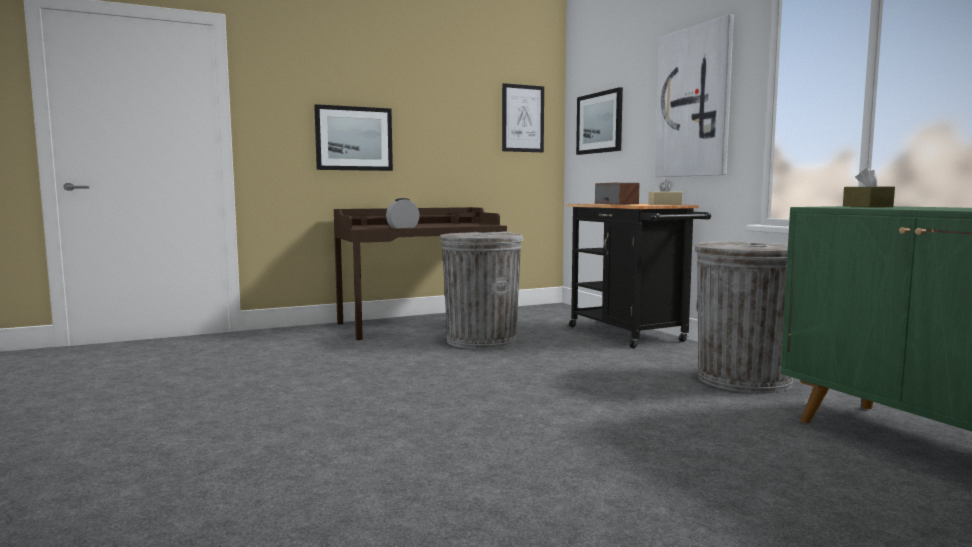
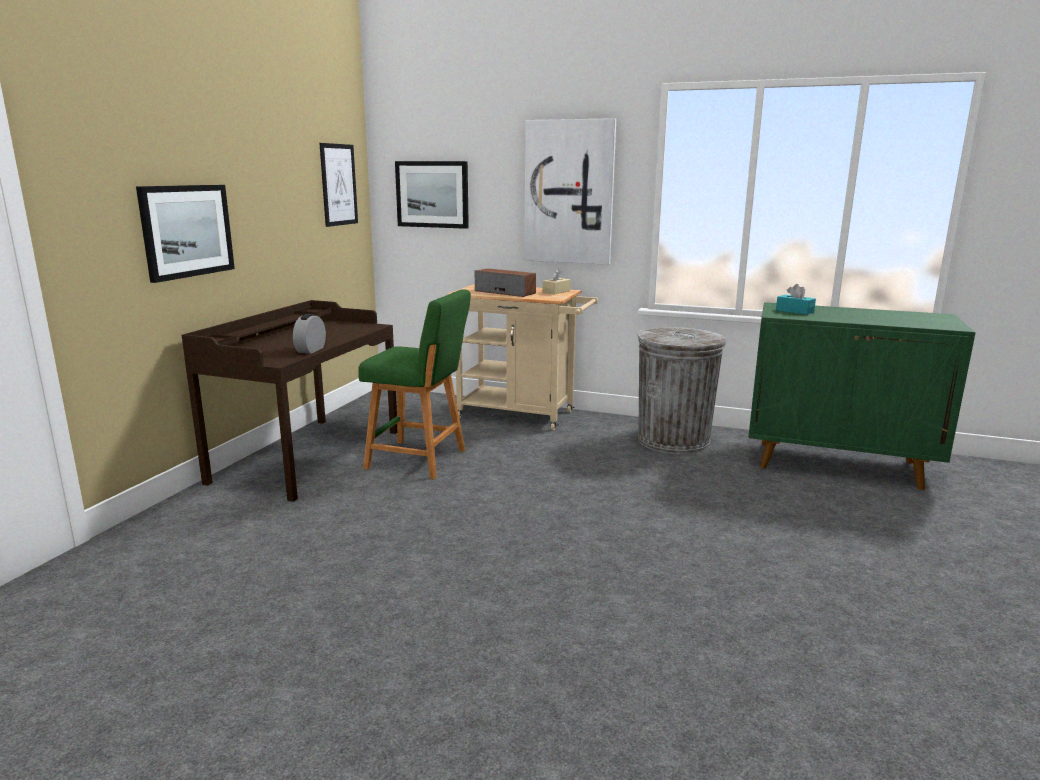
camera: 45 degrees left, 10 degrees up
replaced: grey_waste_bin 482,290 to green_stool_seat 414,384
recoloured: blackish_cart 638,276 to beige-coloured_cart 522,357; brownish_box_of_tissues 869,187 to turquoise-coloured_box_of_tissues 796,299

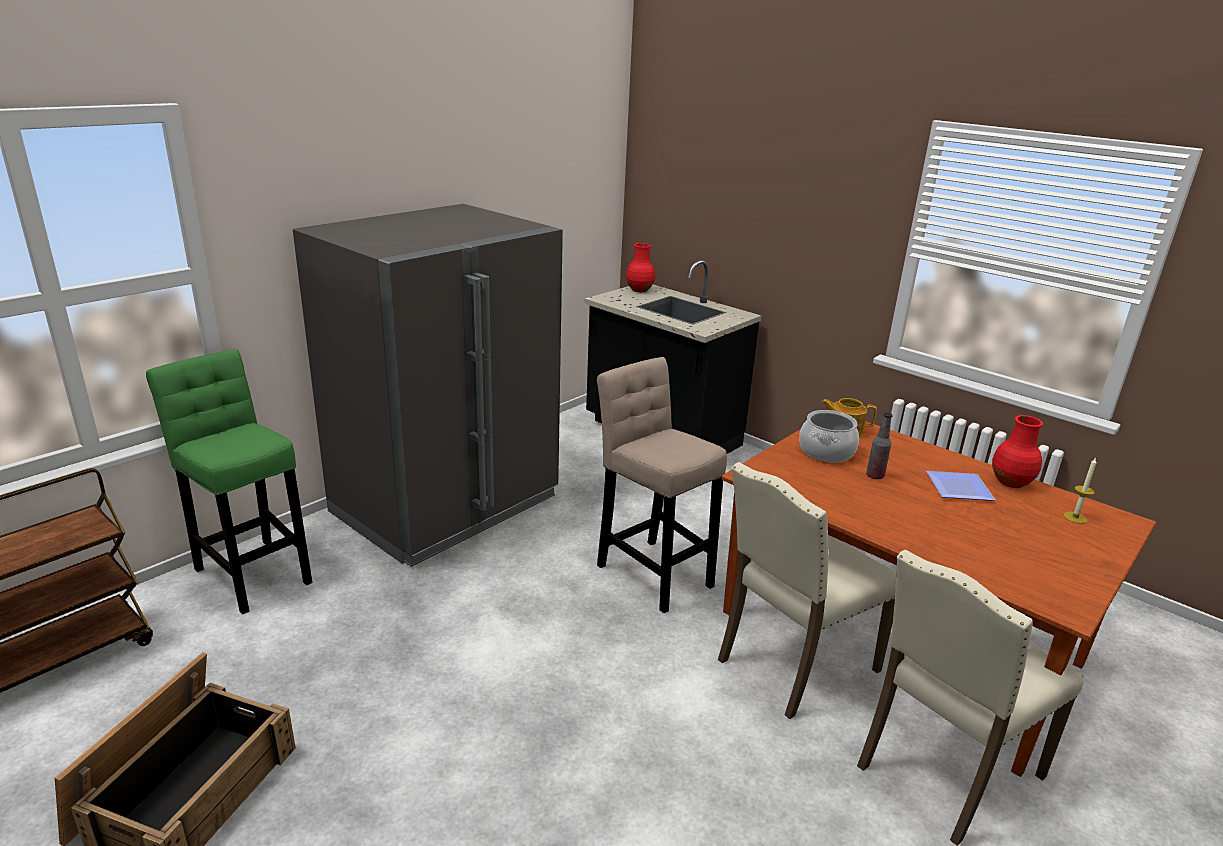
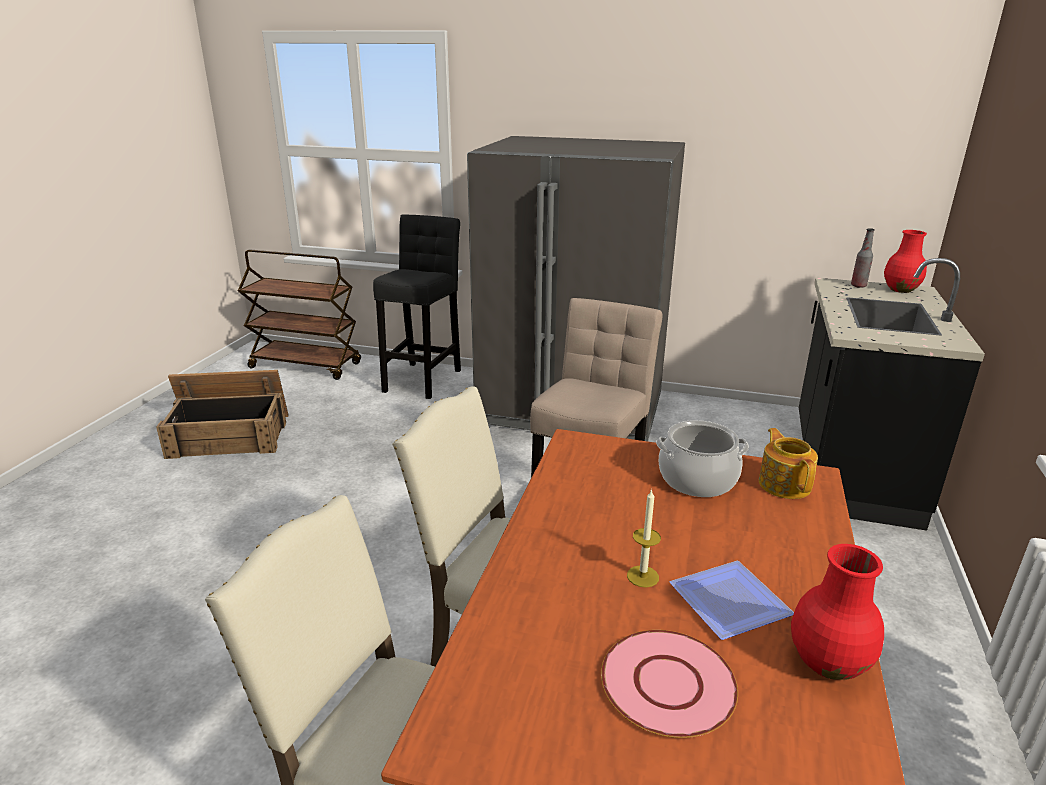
camera: 65 degrees right, 0 degrees up
added: pink-coloured_dinner_plate 669,684
moved: wax_candle 1080,491 to 644,538; bottle 879,445 to 863,258
recoloured: green_stool_seat 229,481 to blackish_stool_seat 417,307

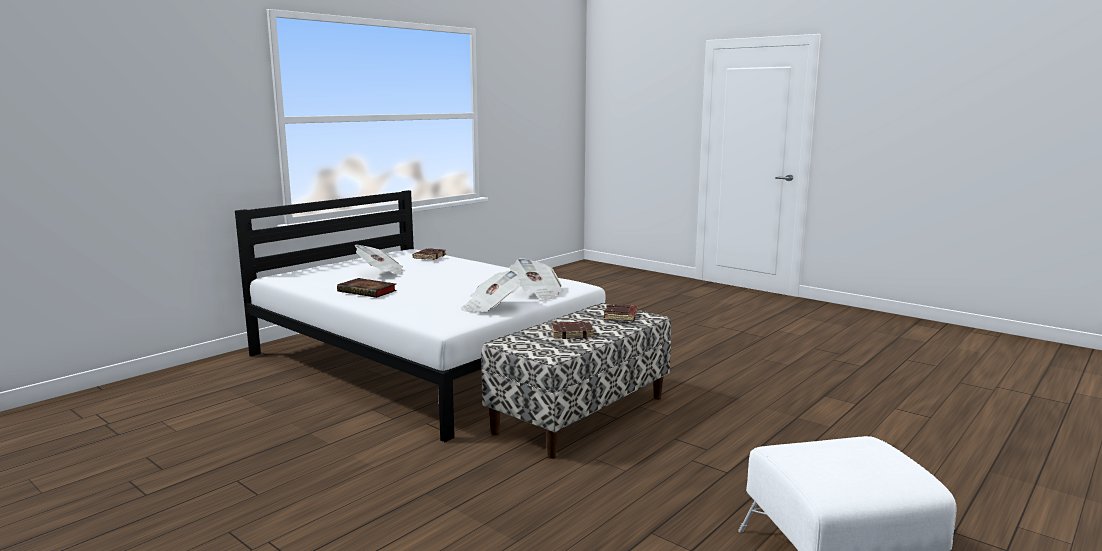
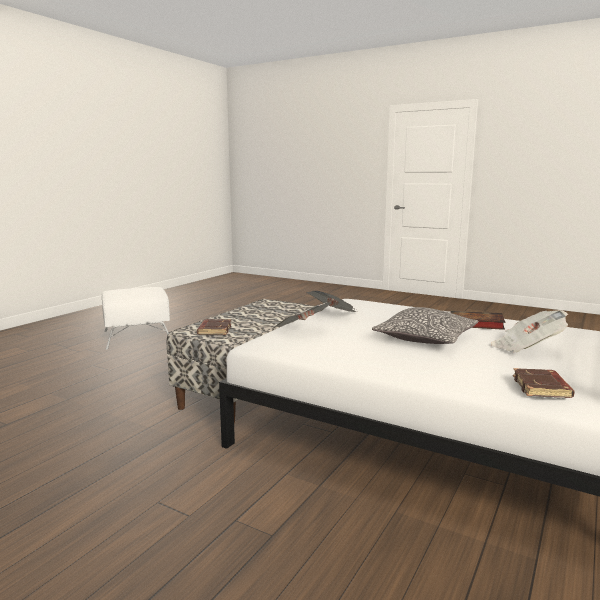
camera: 170 degrees right, 0 degrees up
removed: brownish_volume 572,330
added: throw_pillow 425,325

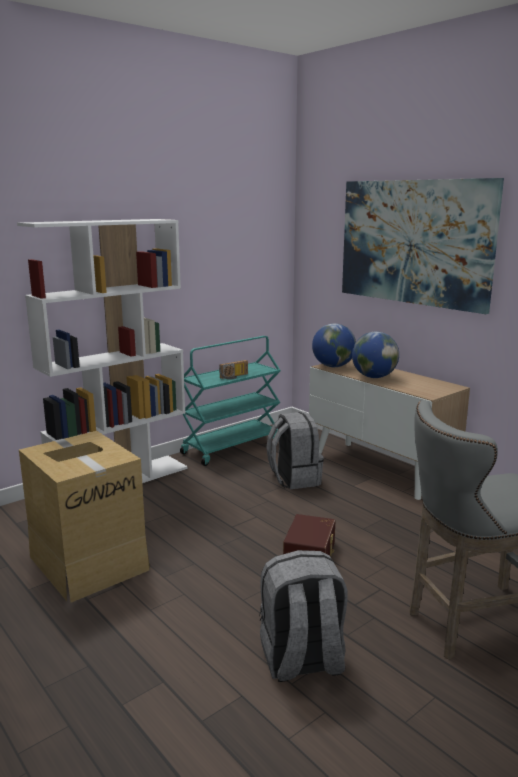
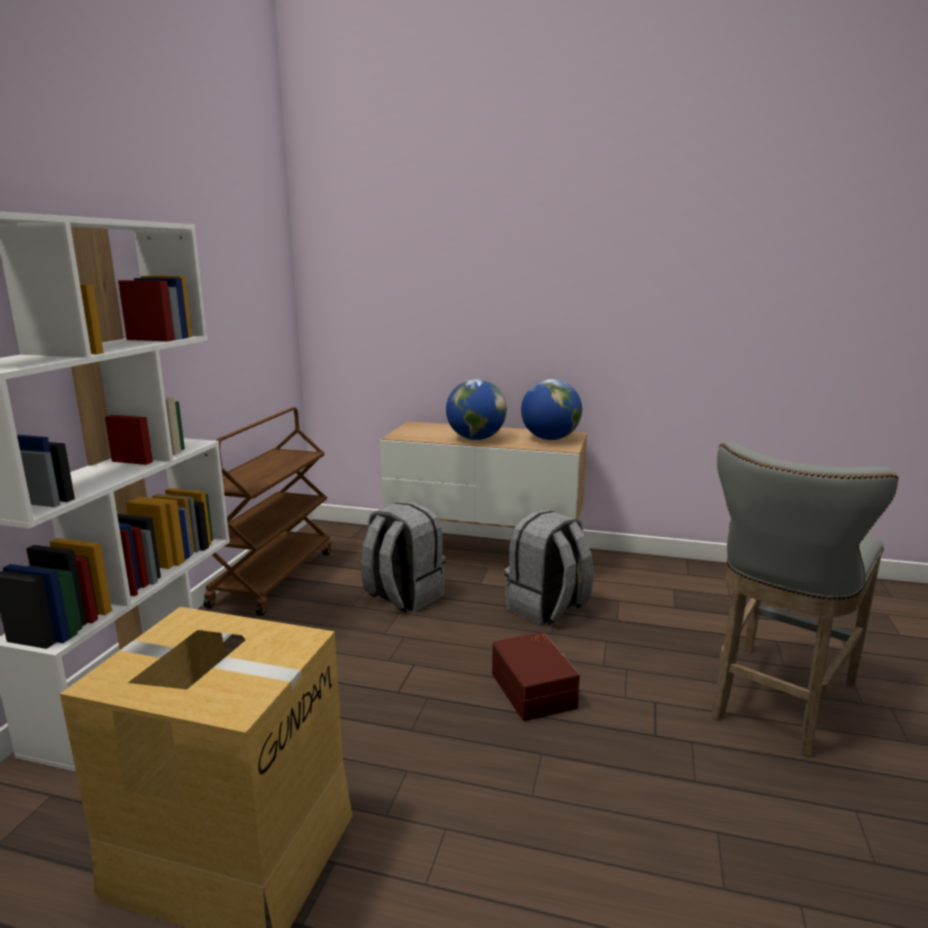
camera: 35 degrees left, 0 degrees up
removed: radio_receiver 233,369; picture 423,246
moved: grey_rucksack 303,616 to 549,567; globe 334,345 to 551,409
recoloured: turquoise-coloured_cart 230,401 to brownish_cart 267,511

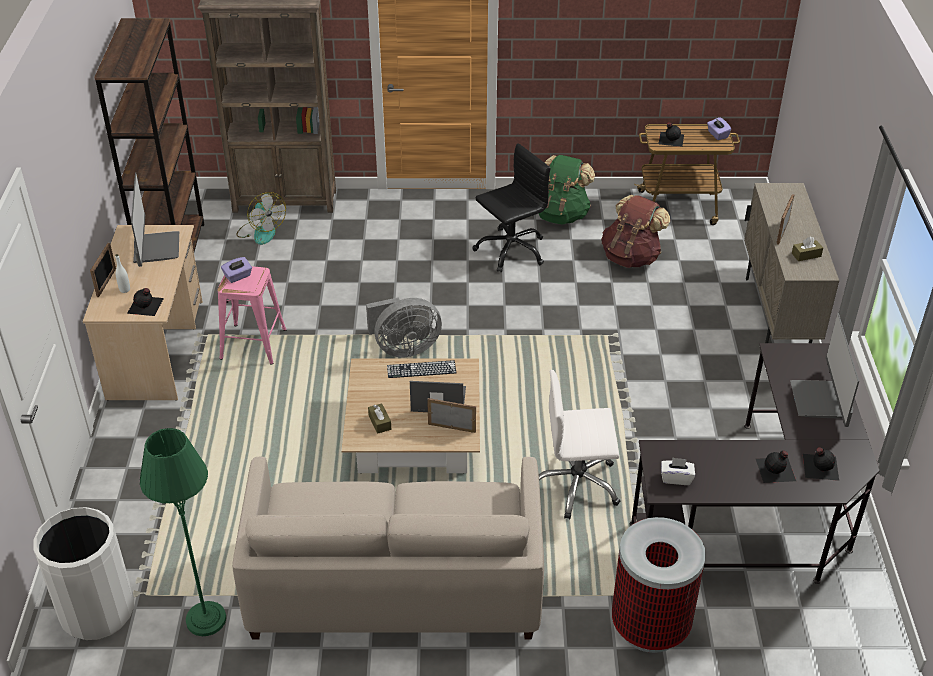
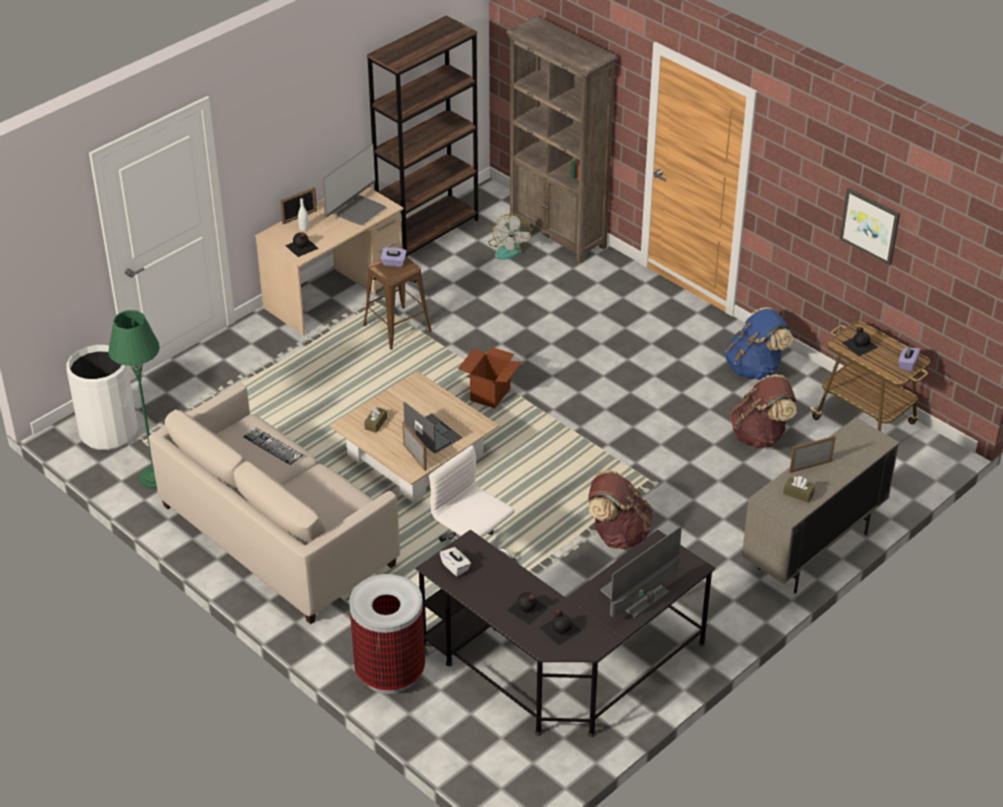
camera: 45 degrees right, 0 degrees up
removed: blackish_computer_chair 512,208
added: brownish_rucksack 620,510; picture 870,226
moved: computer_keyboard 421,369 to 273,446
replaced: grey_cooling_fan 404,327 to packing_box 490,377
recoloured: pink-coloured_stool_seat 251,315 to brownish_stool_seat 397,302; green_rucksack 566,190 to blue_rucksack 759,343

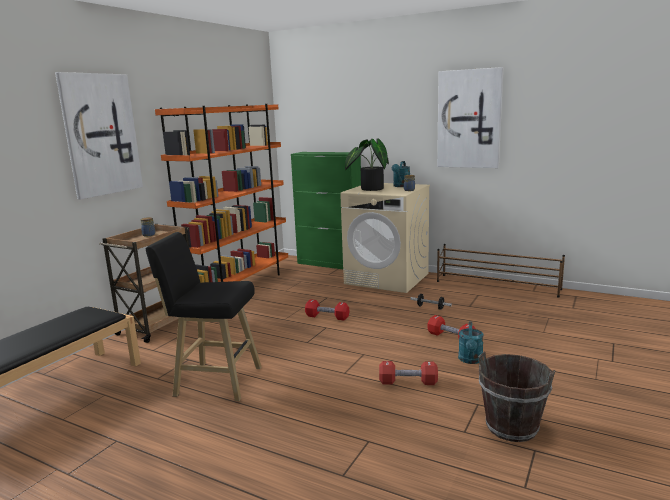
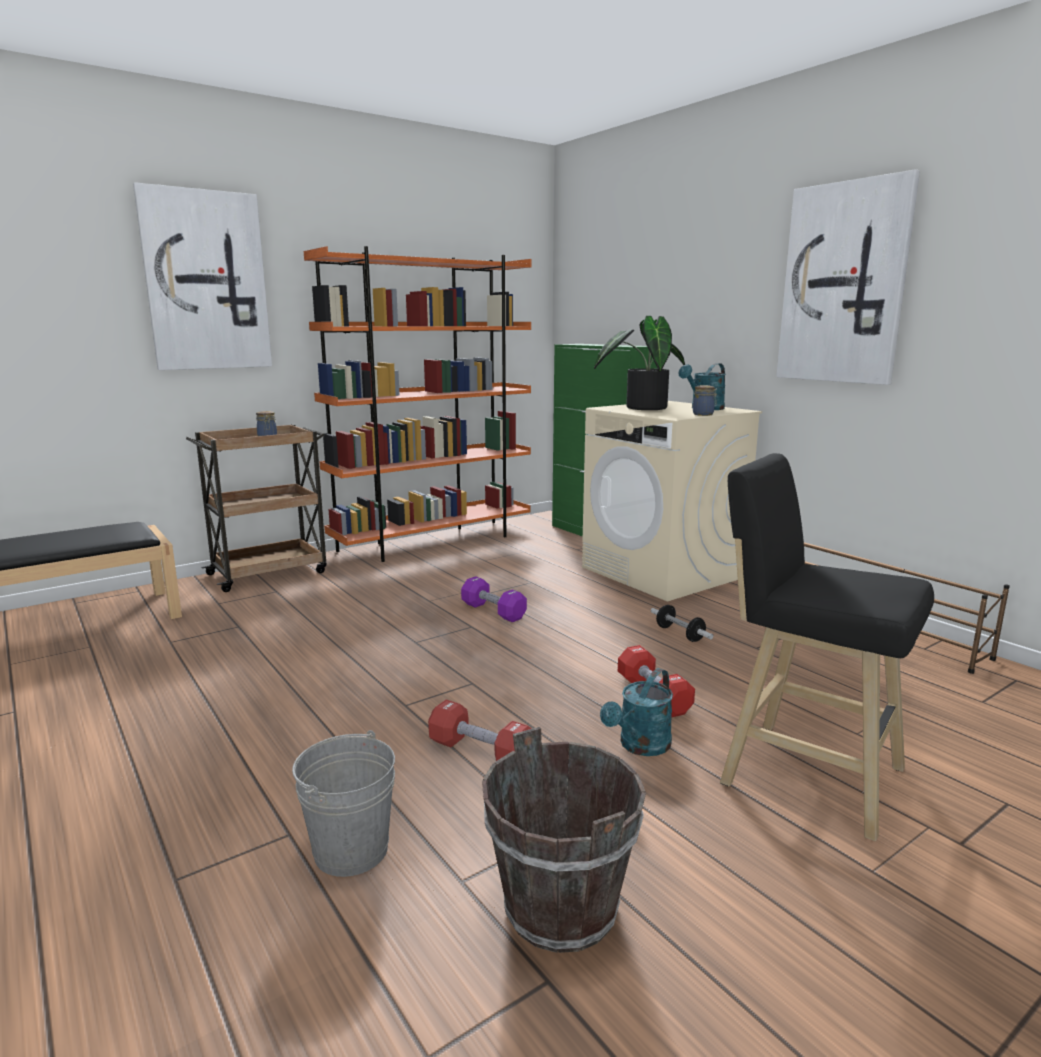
camera: 25 degrees right, 0 degrees up
added: grey_pail 343,803
moved: blackish_stool_seat 204,316 to 827,647
recoloured: red-coloured_dumbbell 327,310 to purple-coloured_dumbbell 494,599

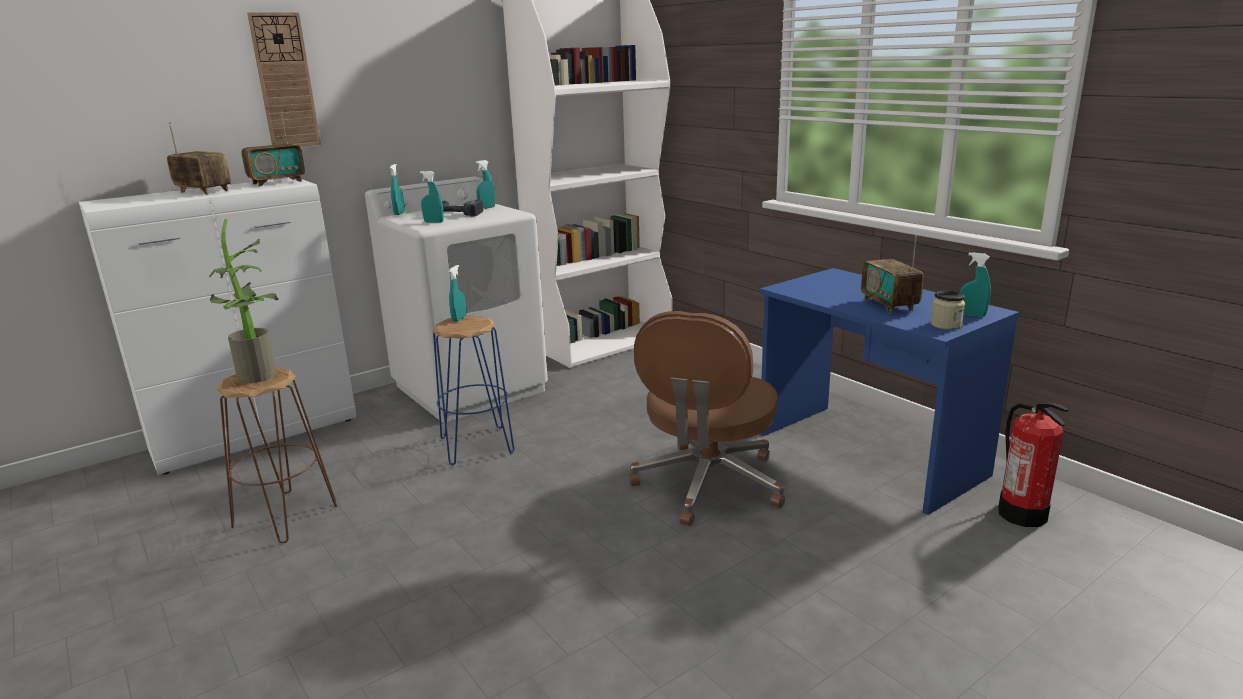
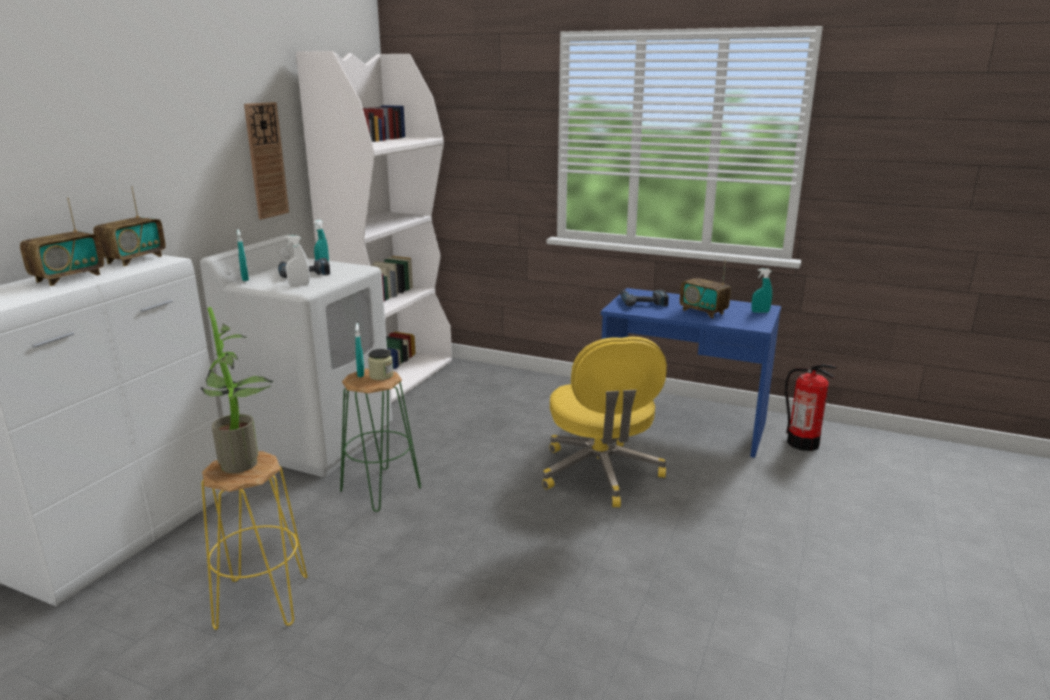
camera: 30 degrees left, 0 degrees up
added: drill 644,298
moved: clock_on_the_wall 284,79 to 266,160; jar 947,310 to 380,364
recoloured: brownish_stool_seat 276,455 to yellow-coloured_stool_seat 254,540; turquoise-coloured_sprayer 432,197 to white_sprayer 297,260; blue_stool_seat 473,390 to green_stool_seat 380,440; brownish_computer_chair 707,418 to yellow-coloured_computer_chair 604,421
turned: radio_receiver 199,158 = 62,242 120 degrees clockwise

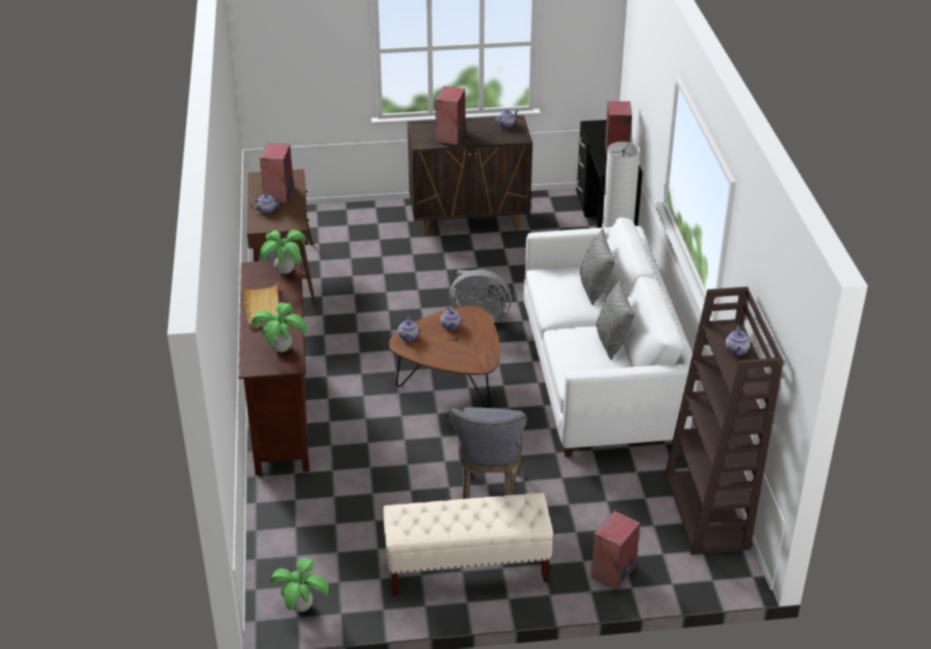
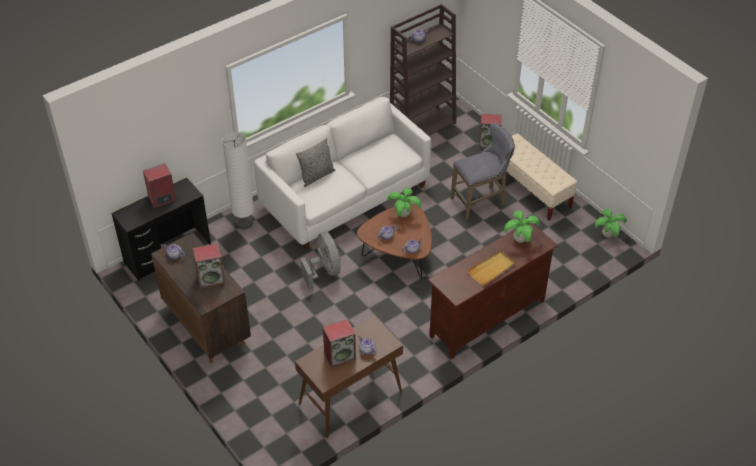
camera: 120 degrees left, 10 degrees up
removed: grey_throw_pillow 615,319
moved: houseplant 283,252 to 404,202

